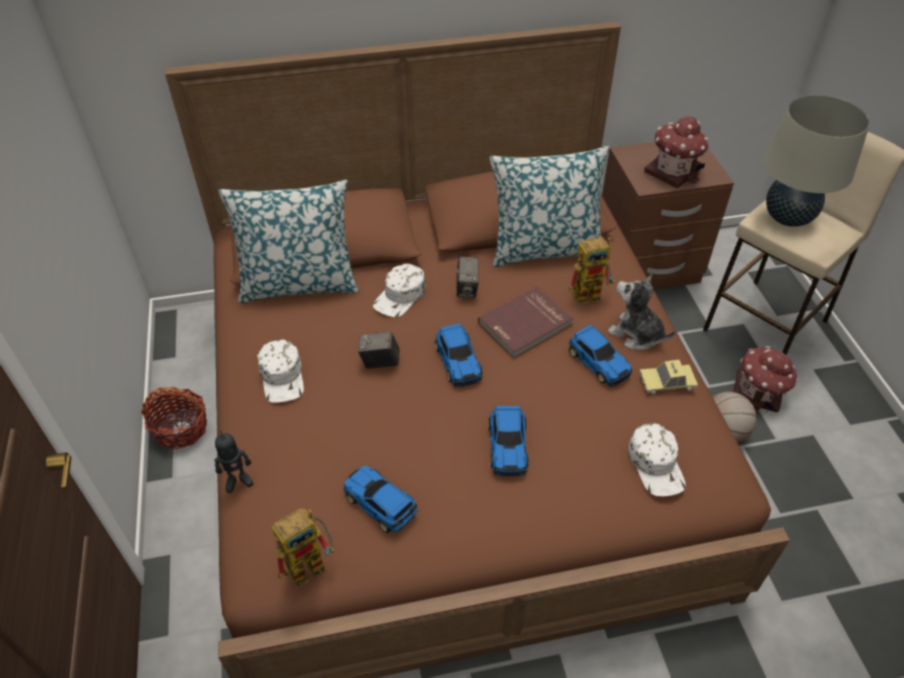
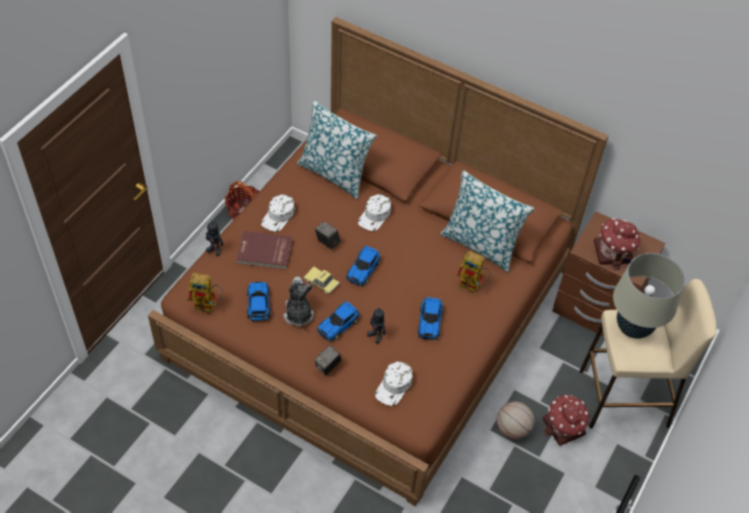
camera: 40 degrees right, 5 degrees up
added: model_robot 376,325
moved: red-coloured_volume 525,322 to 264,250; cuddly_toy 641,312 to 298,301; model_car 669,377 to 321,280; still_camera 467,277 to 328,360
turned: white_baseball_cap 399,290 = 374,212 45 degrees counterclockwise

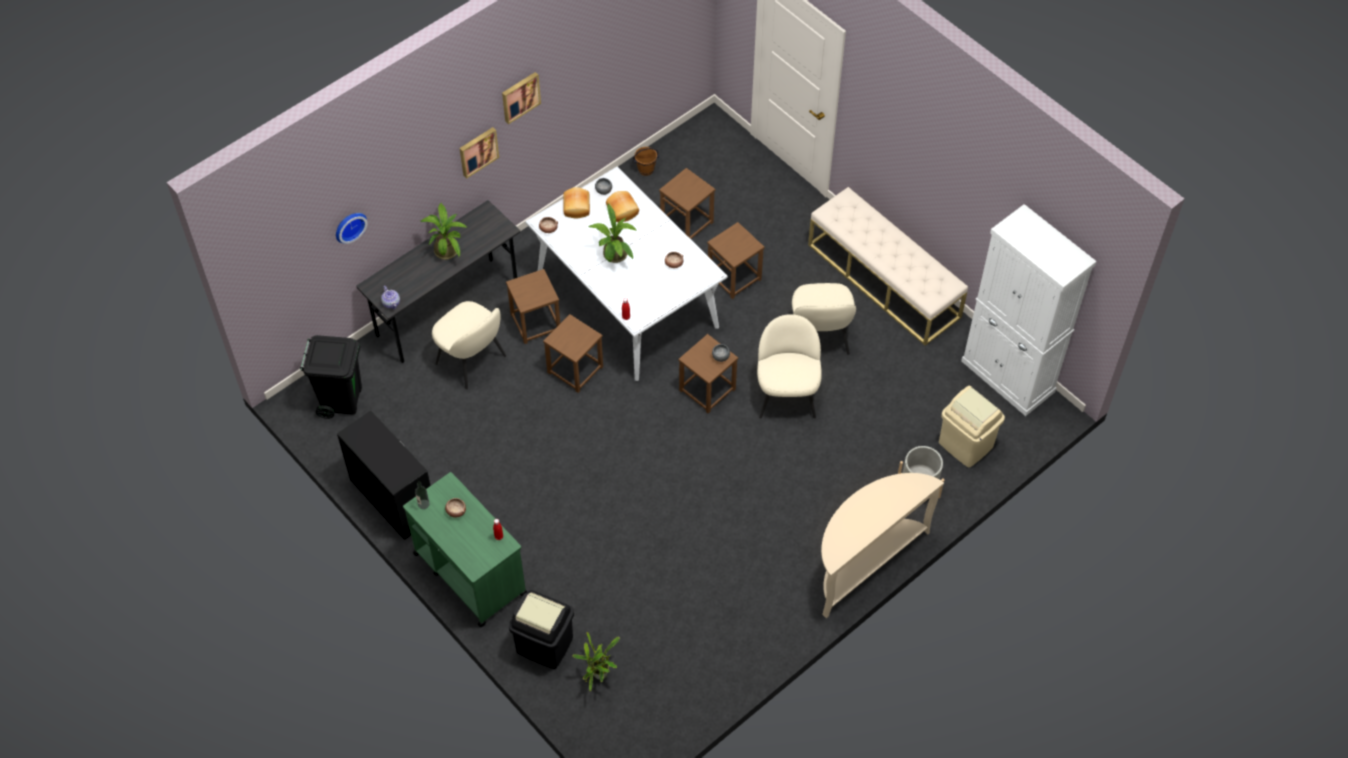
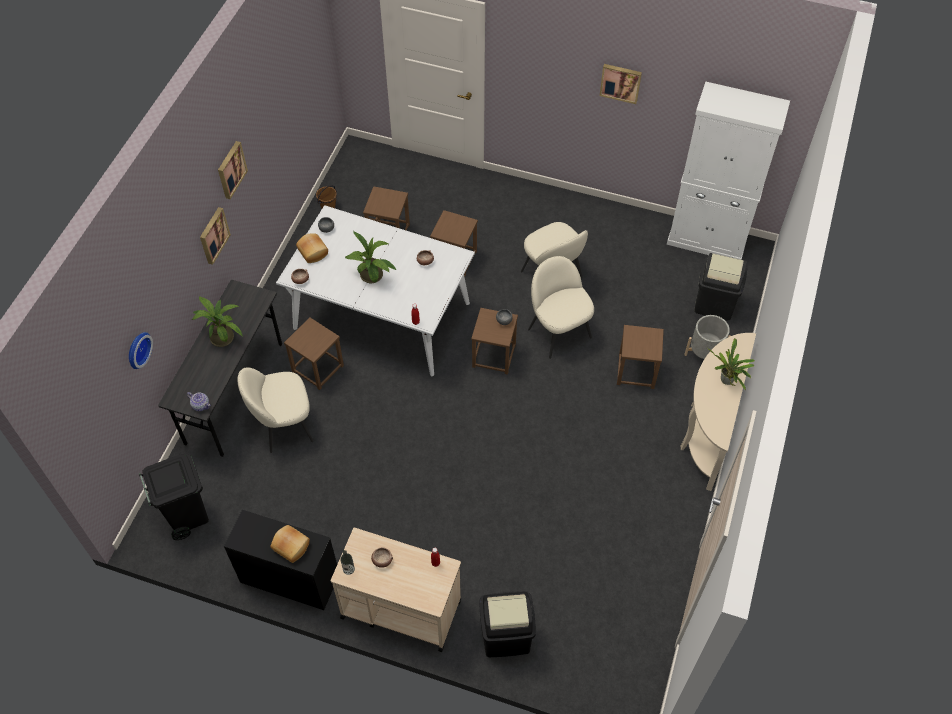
camera: 30 degrees left, 0 degrees up
removed: beige-coloured_long_seat 888,266
added: picture 621,84
moved: bread 622,206 to 290,544; brownish_stool_seat 573,353 to 640,357; houseplant 596,661 to 731,364
recoloured: green_cart 465,549 to beige-coloured_cart 395,590; beige-coloured_waste_bin 972,426 to blackish_waste_bin 720,287
turned: beige-coloured_upright_chair 469,345 = 275,410 150 degrees clockwise

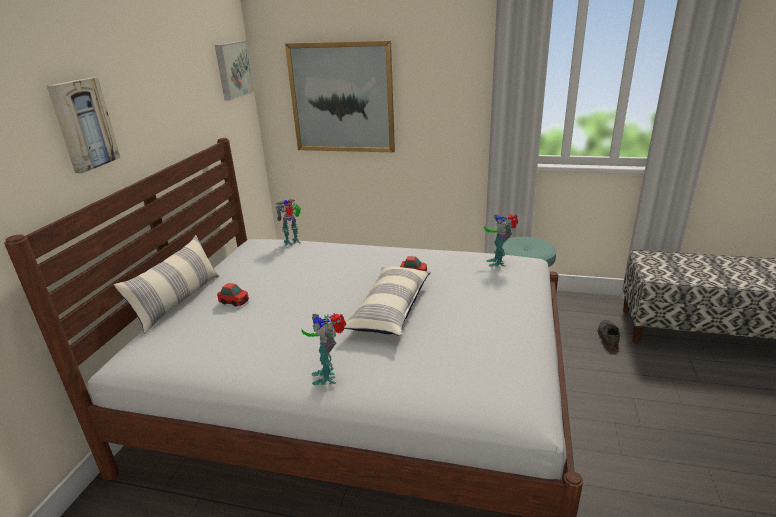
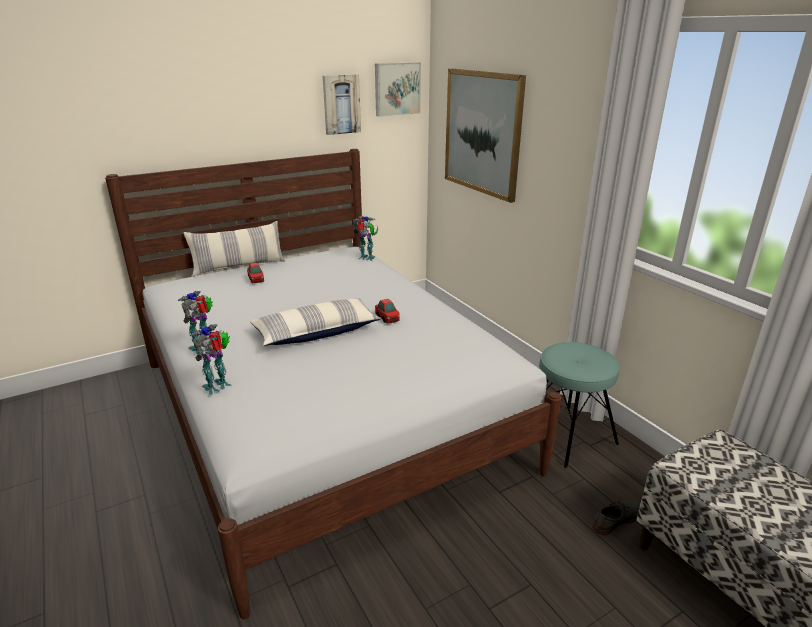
camera: 45 degrees right, 0 degrees up
moved: model_robot 501,240 to 211,359; picture 83,125 to 342,104

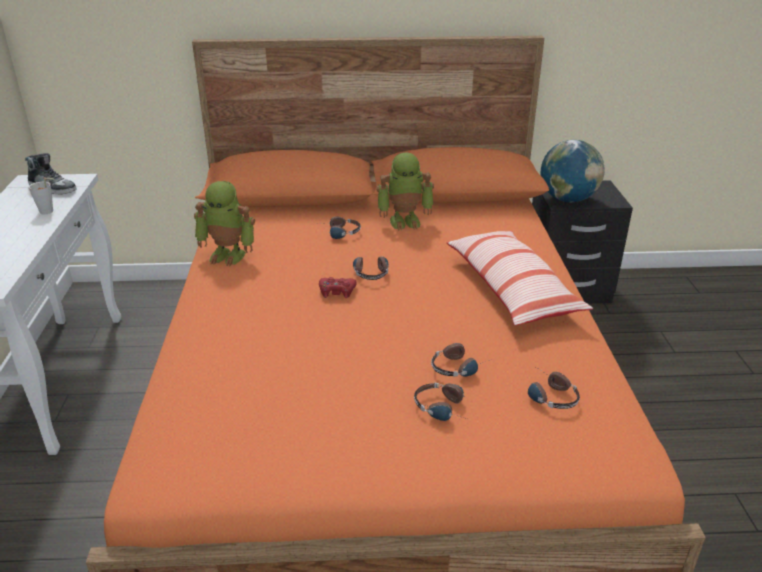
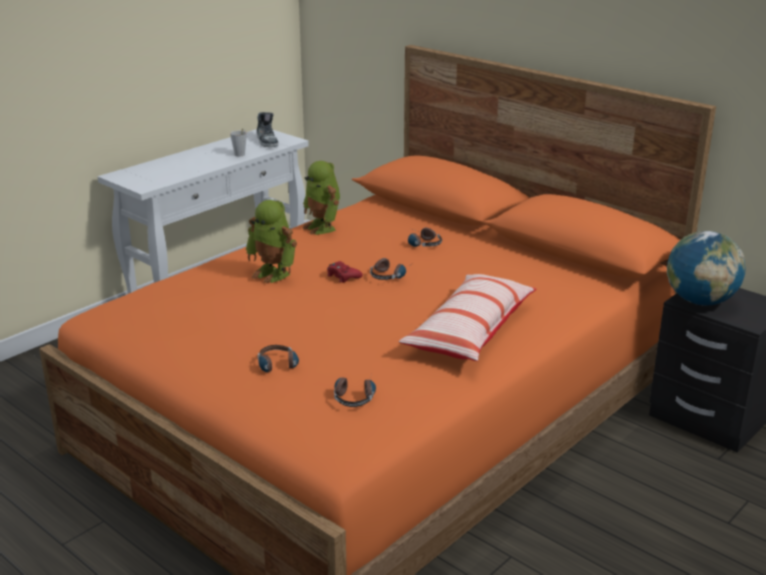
camera: 45 degrees right, 5 degrees down
removed: headphones 460,360
moved: model_robot 405,191 to 271,242

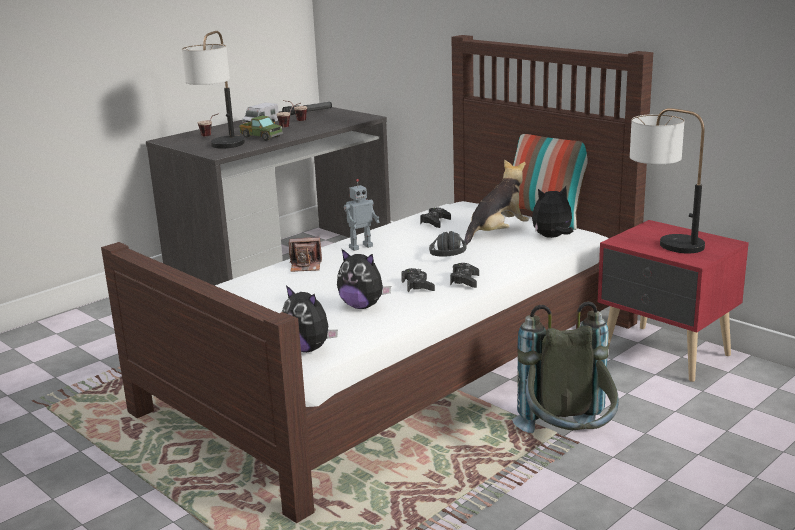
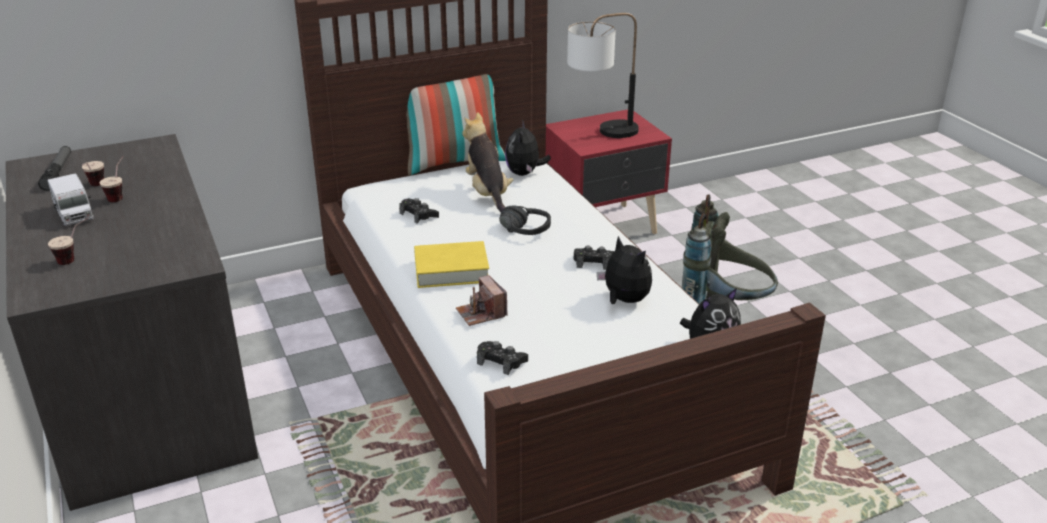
camera: 70 degrees left, 10 degrees up
removed: table_lamp 213,90; model_truck 261,128
moved: blackish_joypad 464,275 to 502,358
replaced: model_robot 362,215 to yellow-coloured_volume 451,264
turned: still_camera 305,254 = 482,300 135 degrees clockwise; cuddly_toy 364,279 = 624,270 90 degrees counterclockwise

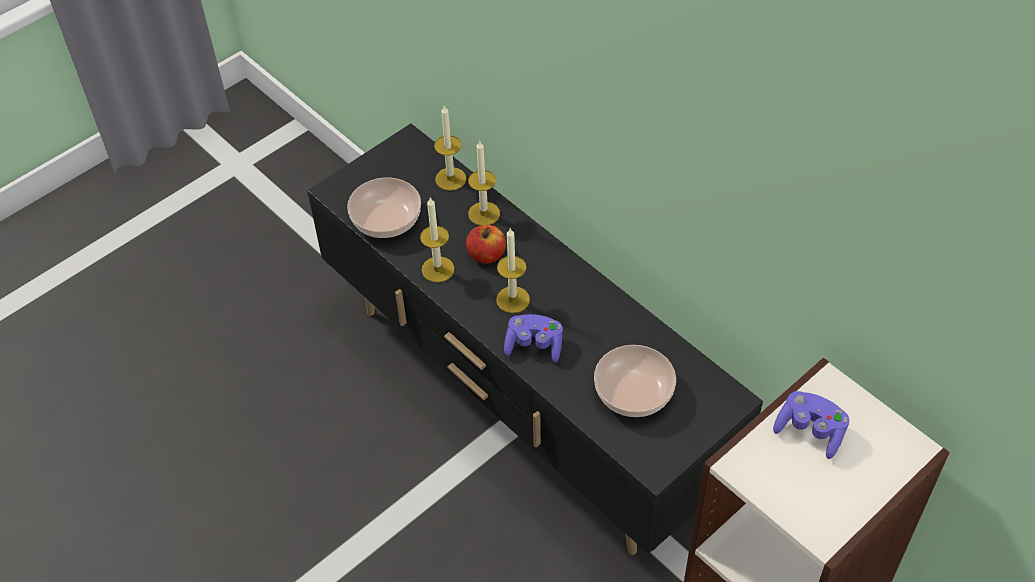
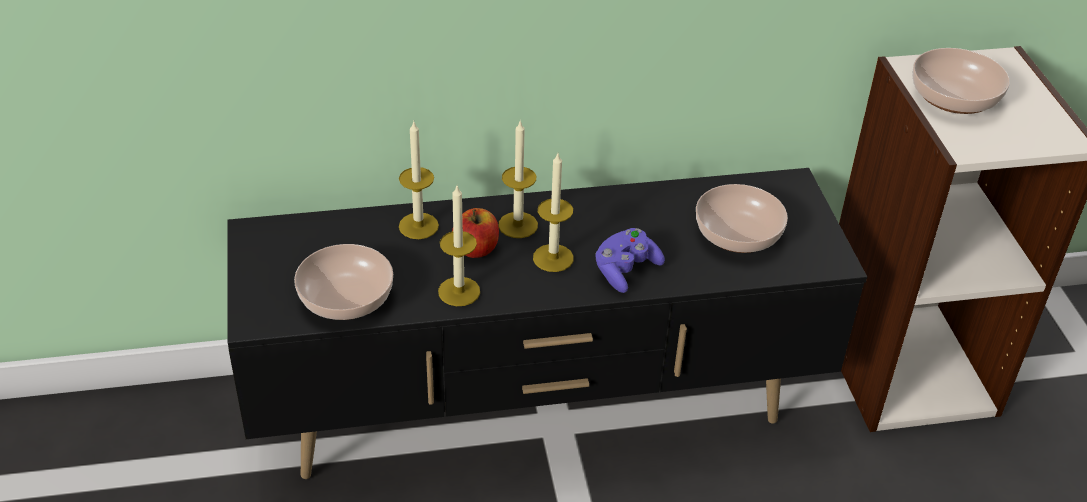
camera: 60 degrees left, 10 degrees down
moved: wax_candle 450,148 to 518,179
replaced: purple-coloured_joypad 811,425 to serving_bowl 961,81

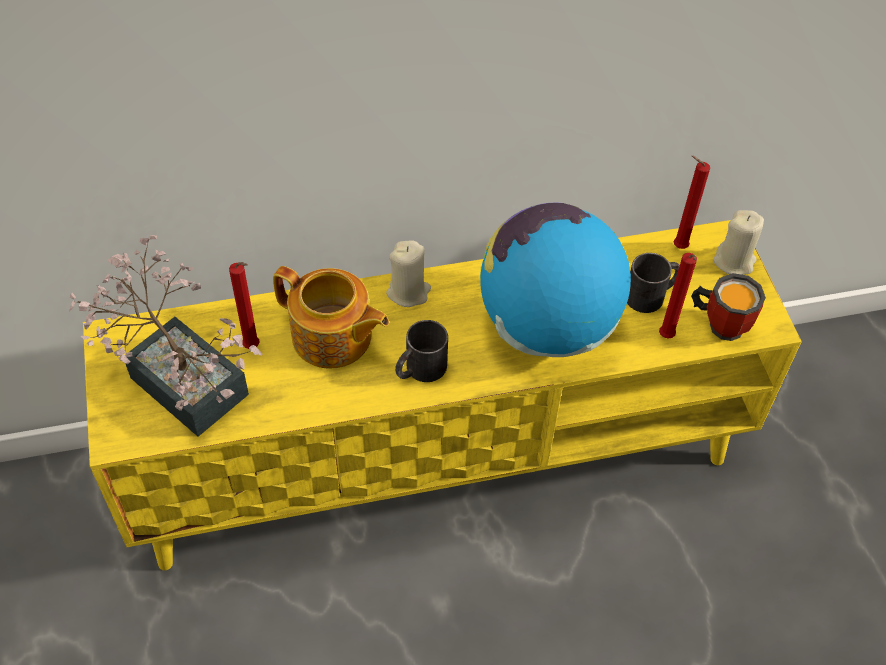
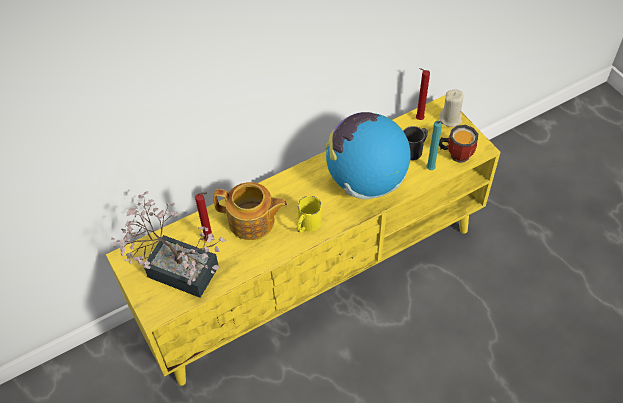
camera: 15 degrees left, 0 degrees up
removed: beige-coloured_wax_candle 408,274
recoloured: blackish_coffee_mug 421,351 to yellow-coloured_coffee_mug 309,214; red-coloured_wax_candle 678,296 to turquoise-coloured_wax_candle 434,145

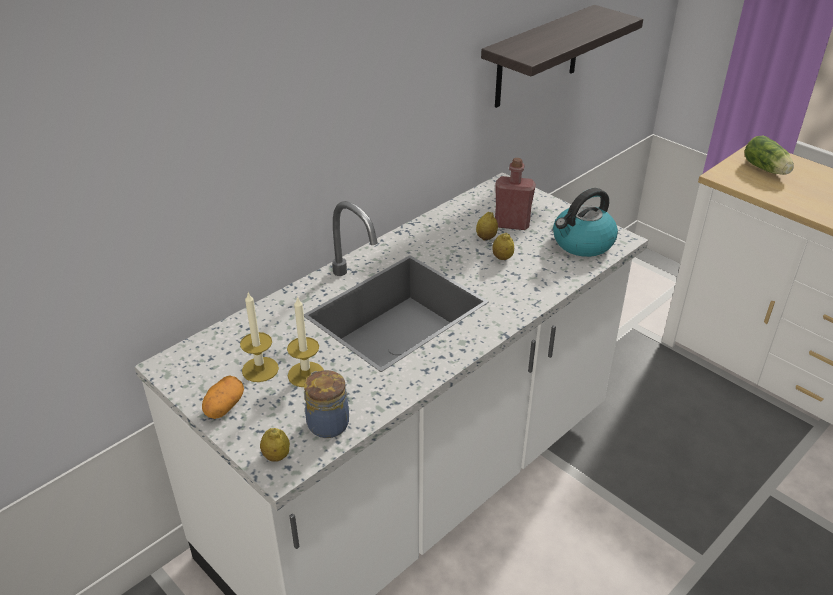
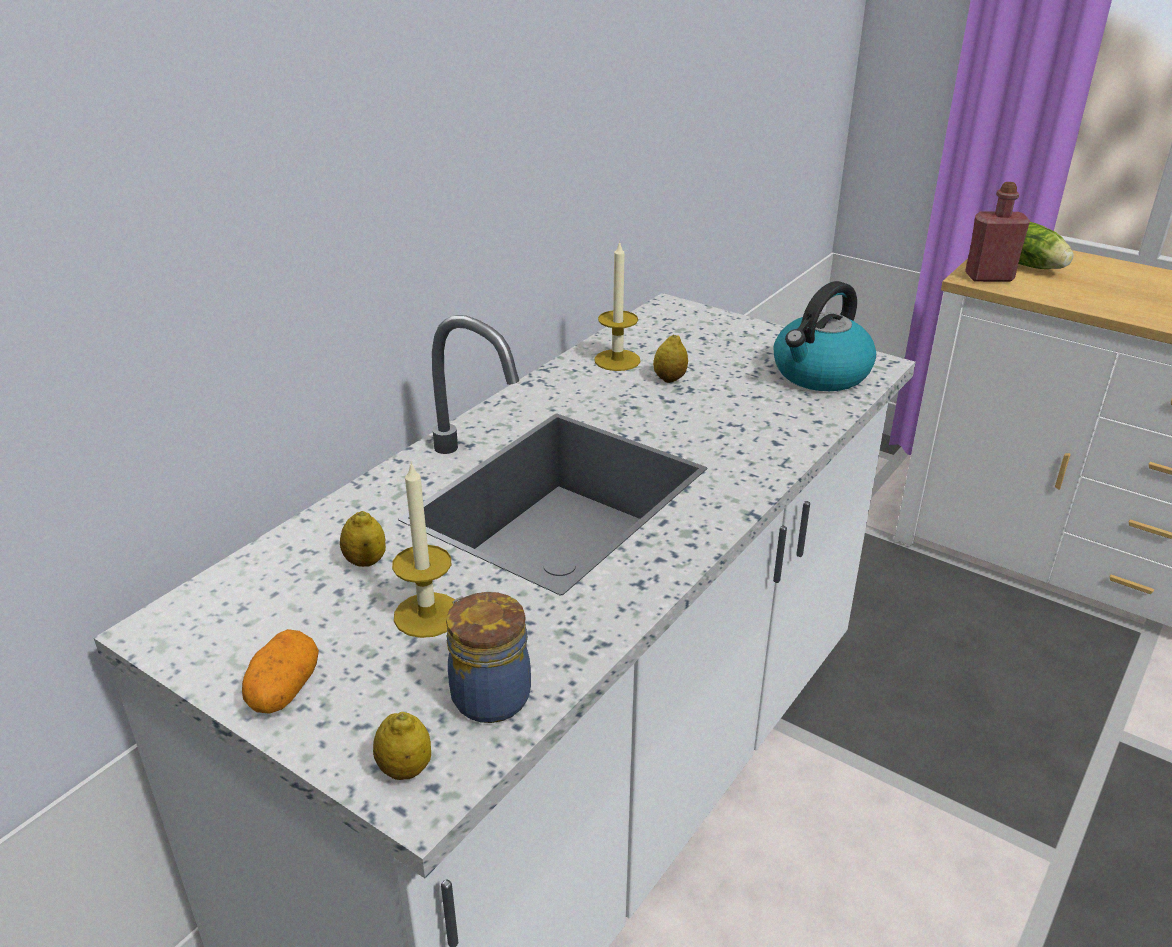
camera: 10 degrees left, 5 degrees down
removed: bracket_shelf 562,56
moved: lemon 503,246 to 363,539; wax_candle 259,337 to 617,305; red-coloured_bottle 515,194 to 997,232

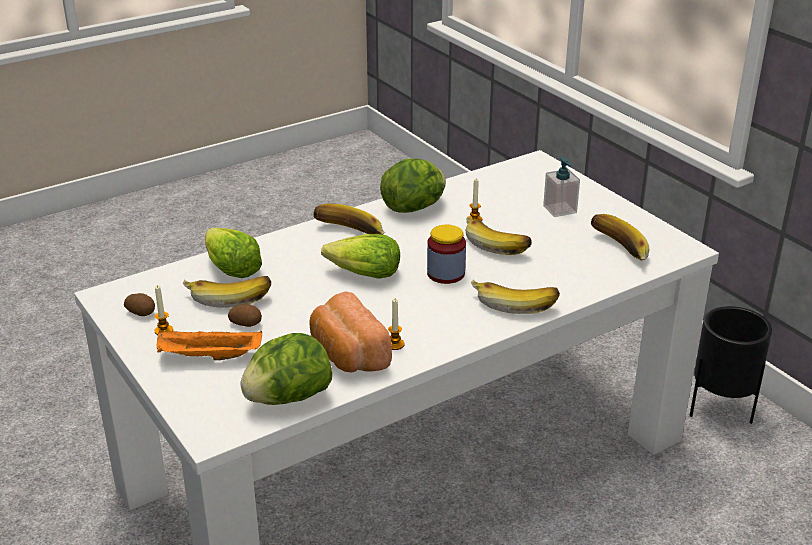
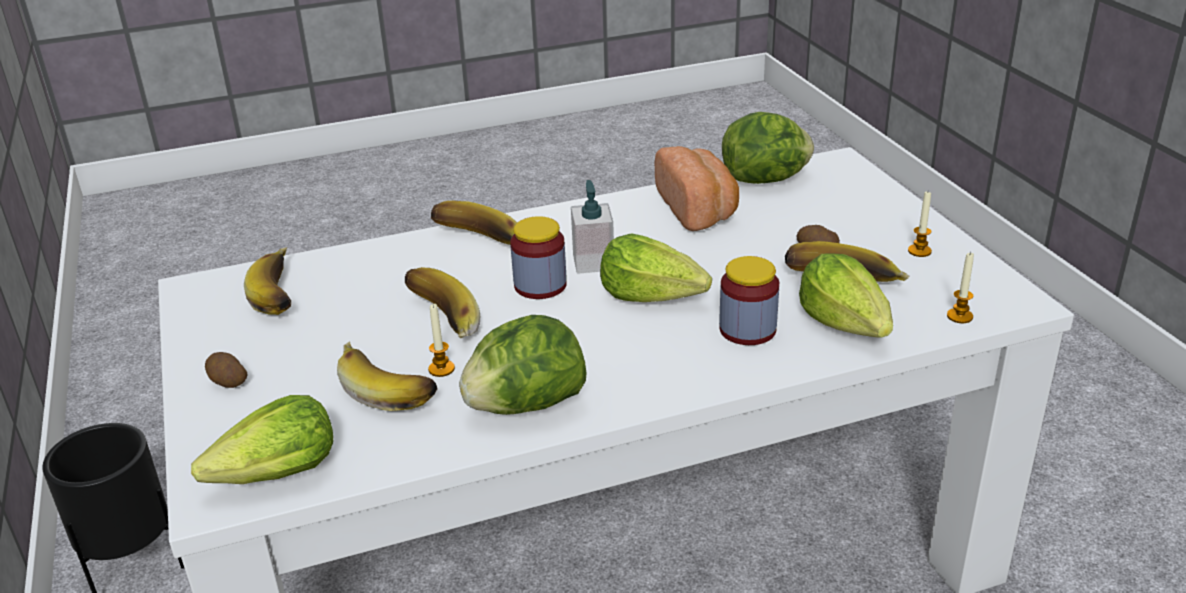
camera: 165 degrees left, 0 degrees up
removed: orangey_carrying_tray 209,345
added: lettuce 262,439; jar 749,300
moved: potato 139,304 to 226,370; banana_fruit 349,219 to 387,376; soap_dispenser 561,187 to 592,227; wax_candle 396,324 to 960,287

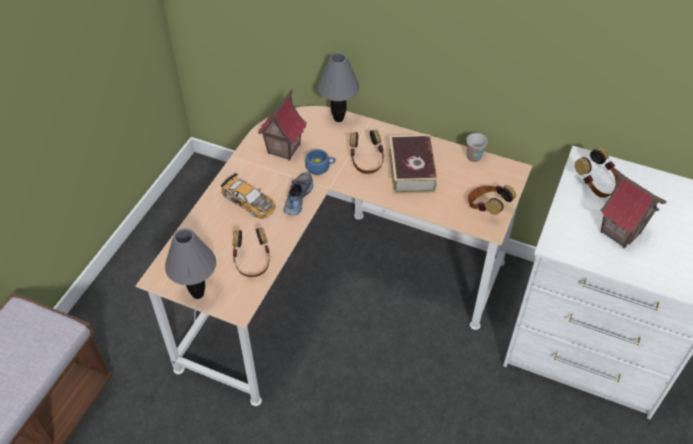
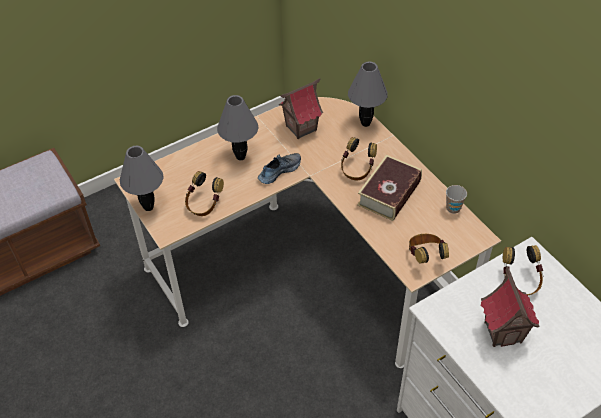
camera: 35 degrees right, 0 degrees up
removed: blue_small_cup 320,162
replaced: model_car 248,196 to grey_table_lamp 237,127

